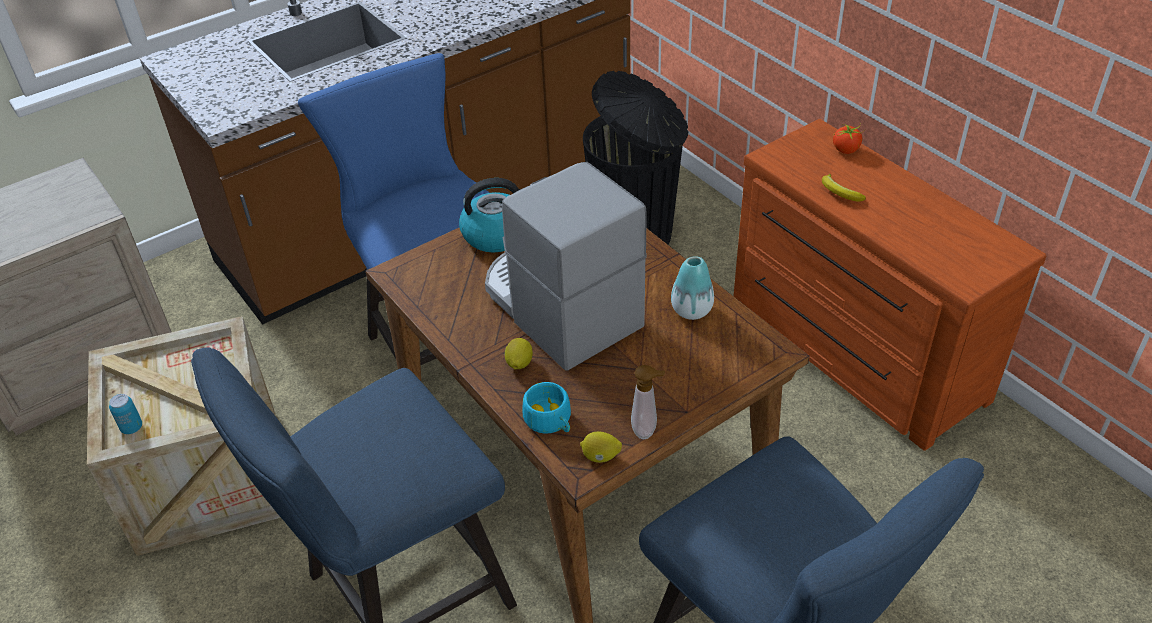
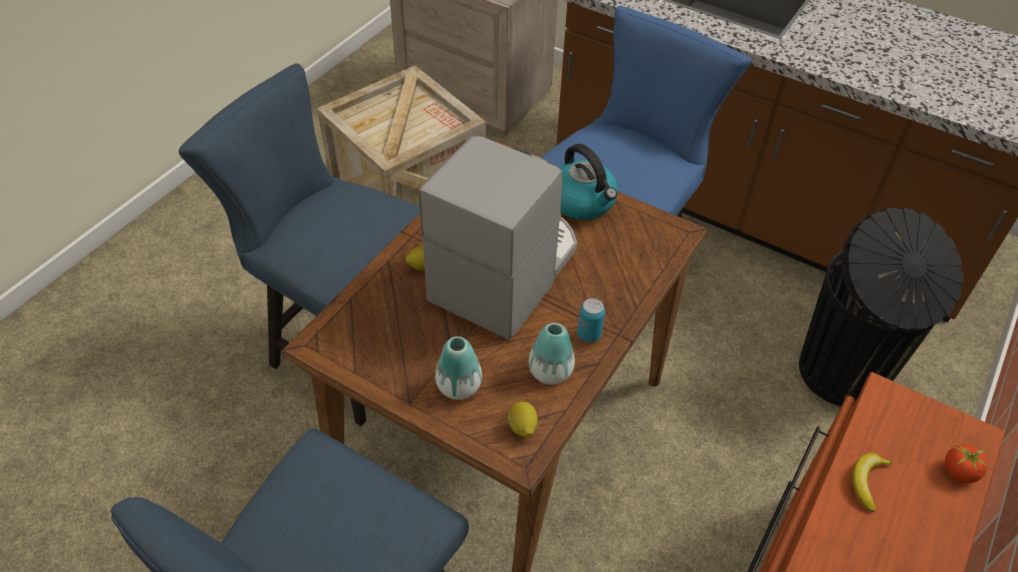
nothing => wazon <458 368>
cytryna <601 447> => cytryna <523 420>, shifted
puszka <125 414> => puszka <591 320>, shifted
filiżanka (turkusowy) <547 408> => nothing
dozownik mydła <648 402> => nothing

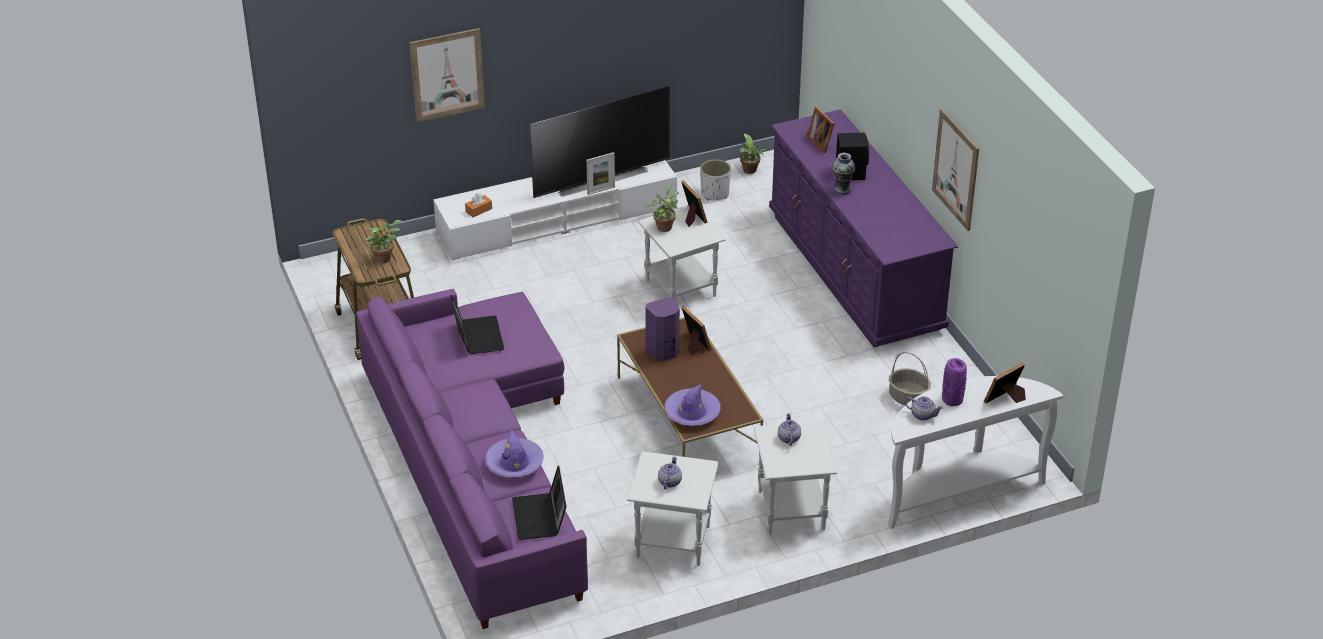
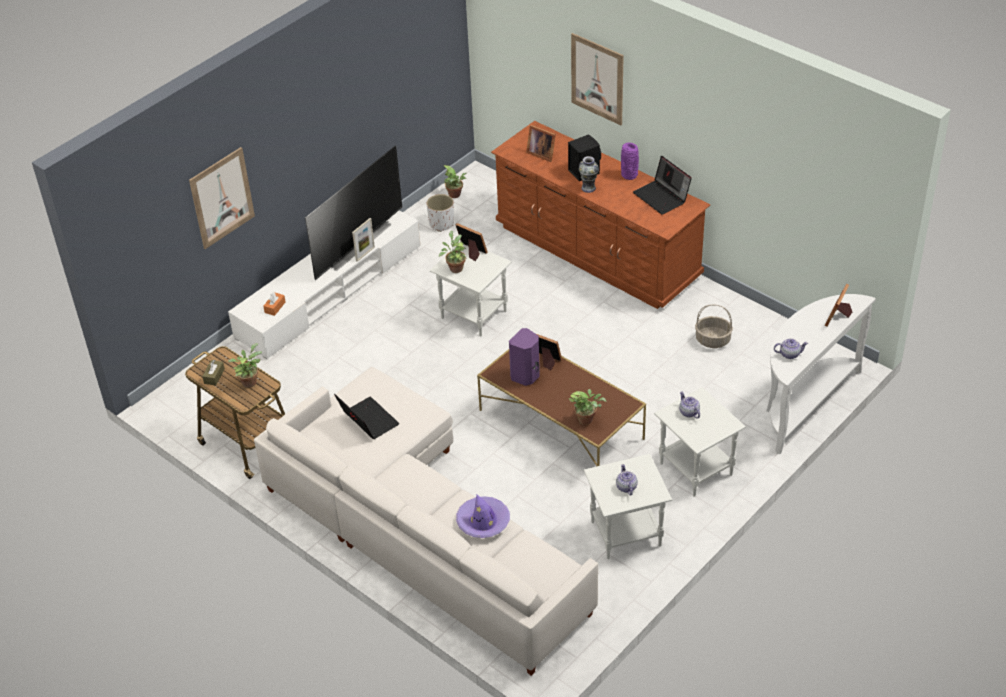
nothing => pudełko chusteczek (brązowy) <213 373>
kanapa (fioletowy) <472 459> => kanapa (biały) <426 521>
komoda (fioletowy) <863 228> => komoda (brązowy) <600 215>
kapelusz (fioletowy) <692 405> => roślina doniczkowa <588 407>
obraz <955 170> => obraz <597 79>, shifted
wazon (fioletowy) <954 382> => wazon (fioletowy) <630 161>, shifted
laptop <539 503> => laptop <662 185>, shifted

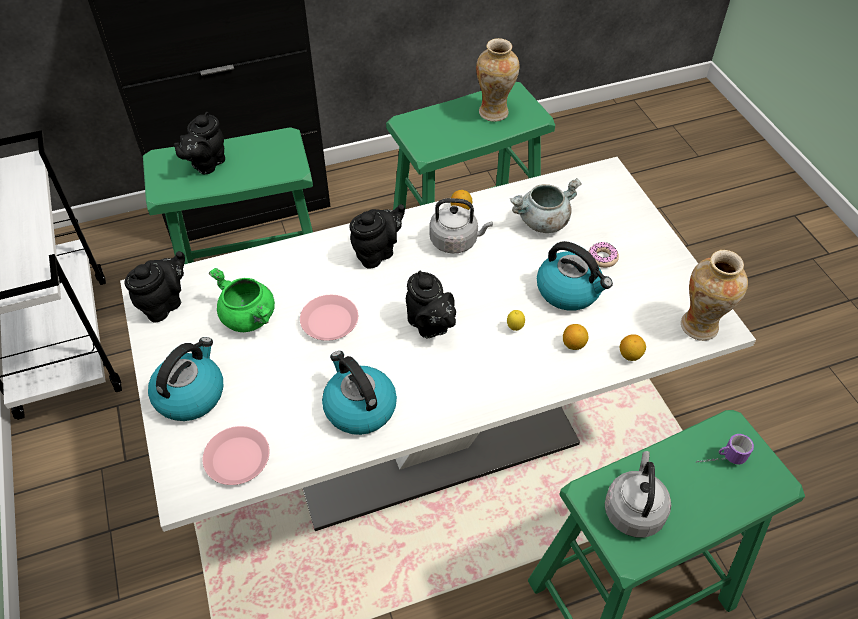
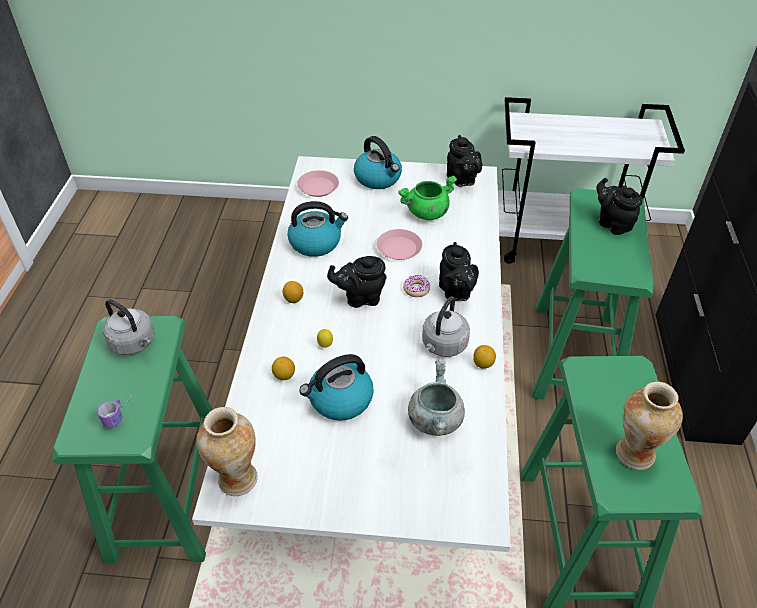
cytryna <633 347> => cytryna <293 292>, shifted
donut <603 255> => donut <416 286>, shifted

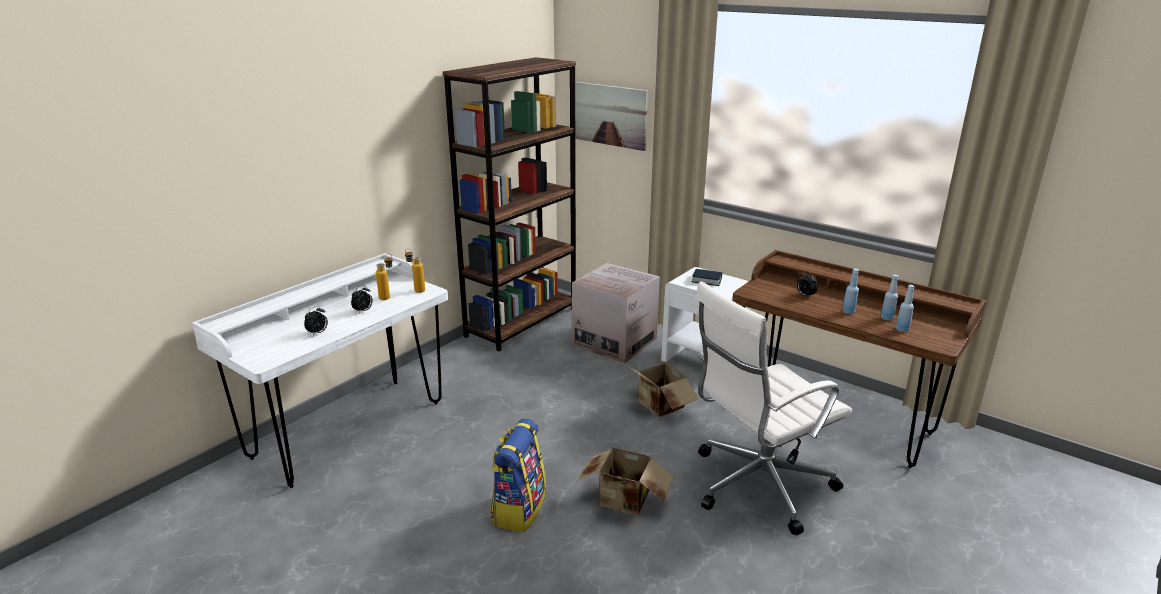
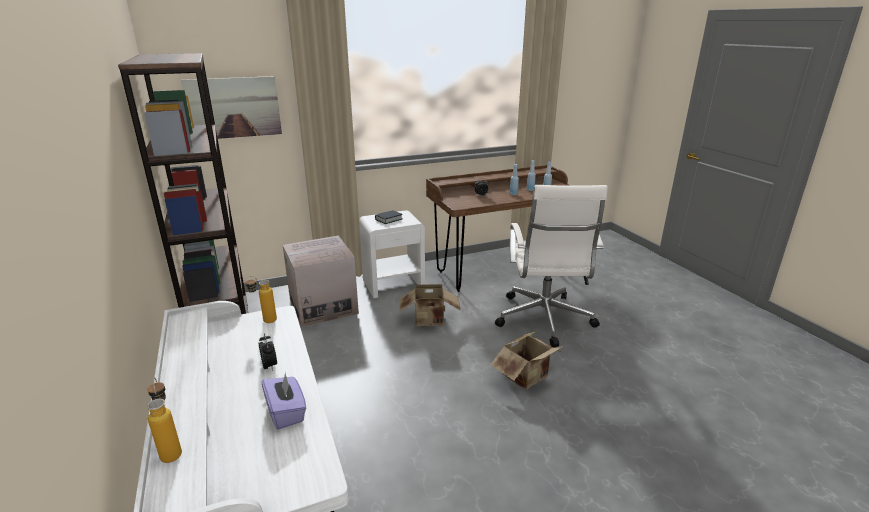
butelka <384 277> => butelka <164 420>, shifted
budzik <316 320> => pudełko chusteczek (fioletowy) <284 401>
plecak <518 475> => nothing

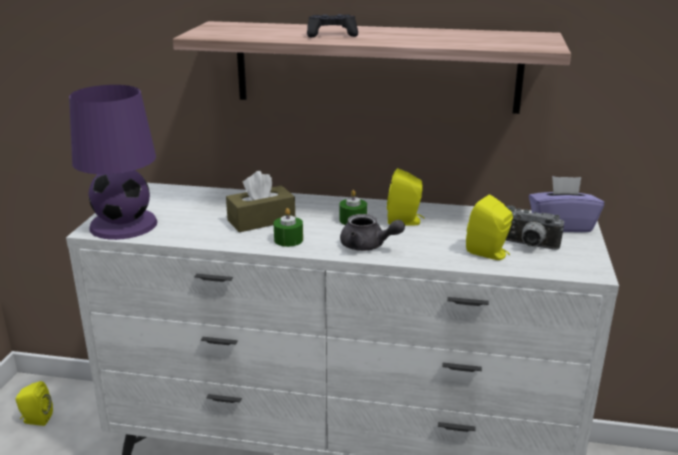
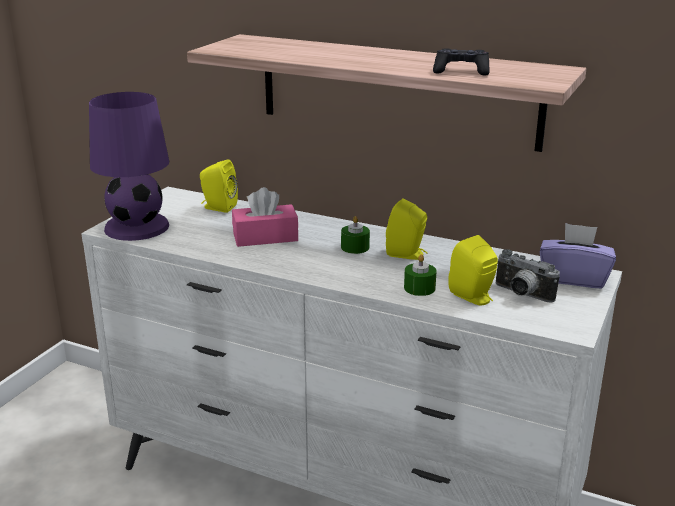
głośnik (żółty) <34 403> => głośnik (żółty) <219 186>, shifted
pudełko chusteczek (brązowy) <260 201> => pudełko chusteczek (różowy) <265 217>
świeca (zielony) <288 227> => świeca (zielony) <420 275>, shifted
pad do gier (czarny) <332 25> => pad do gier (czarny) <461 62>, shifted
imbryk (szary) <372 232> => nothing

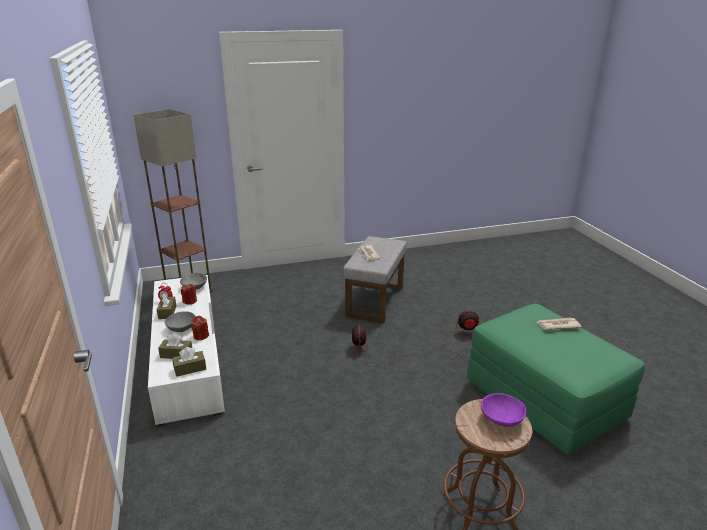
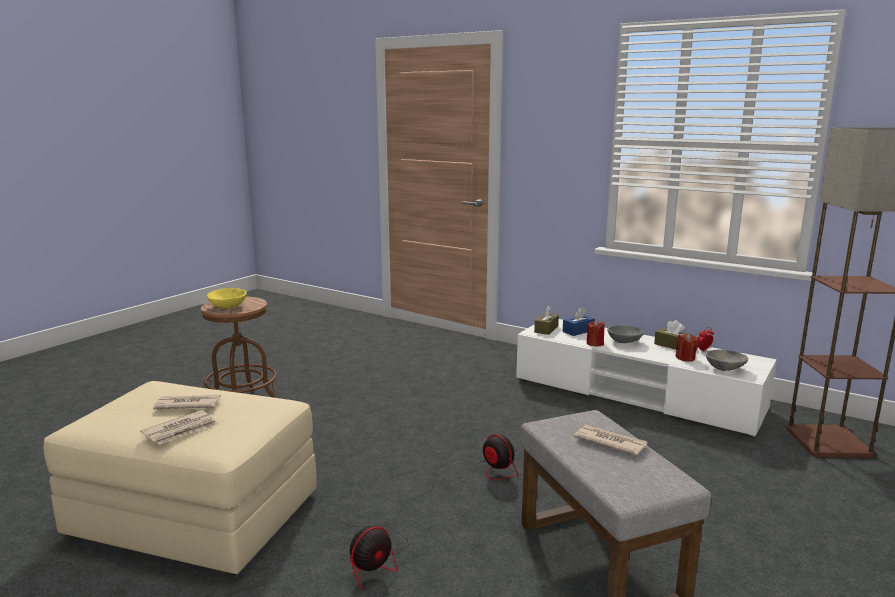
pufa (zielony) <556 379> => pufa (beżowy) <180 478>
nothing => gazeta <187 402>
miska (fioletowy) <503 410> => miska (żółty) <227 298>
pudełko chusteczek (brązowy) <175 346> => pudełko chusteczek (niebieski) <579 321>

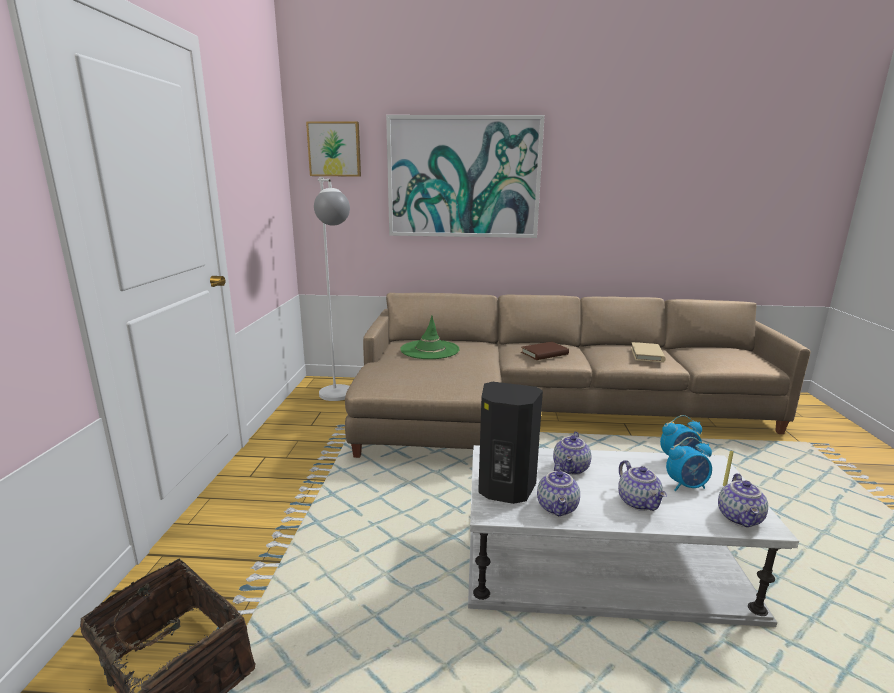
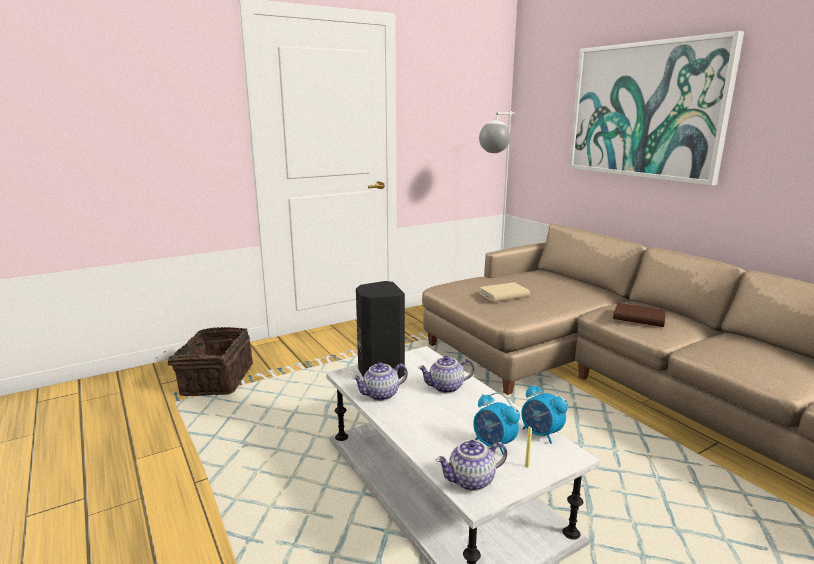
książka (beżowy) <648 352> => książka (beżowy) <504 292>, shifted
obraz <333 149> => nothing
kapelusz (zielony) <429 337> => nothing
imbryk <642 485> => nothing

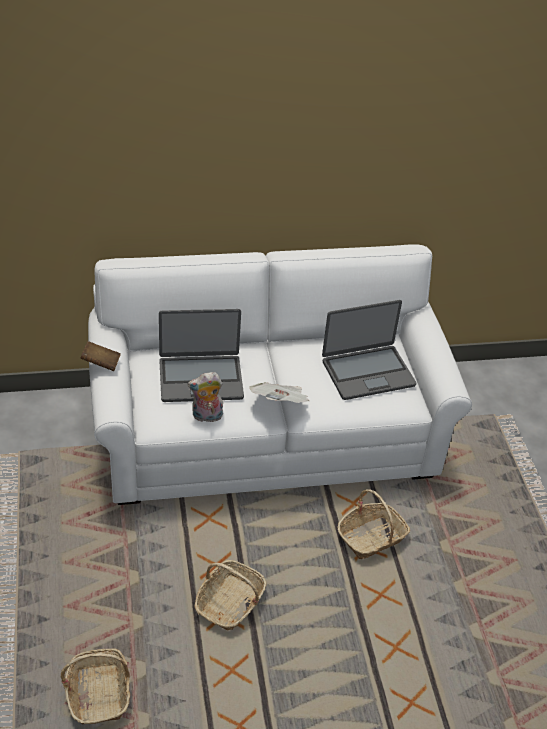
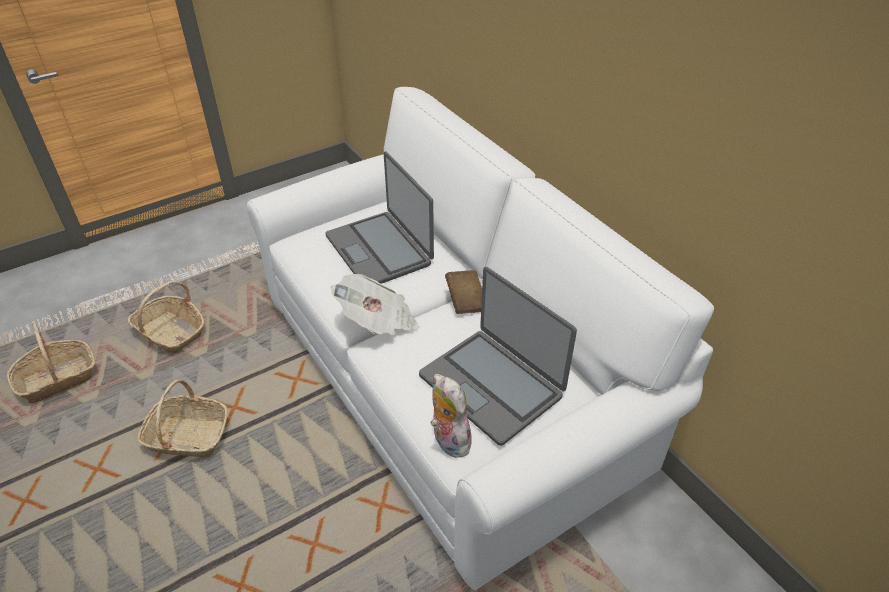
koszyk <373 524> => koszyk <165 317>, shifted
pluszak <205 397> => pluszak <451 416>, shifted
książka (brązowy) <100 356> => książka (brązowy) <463 292>, shifted

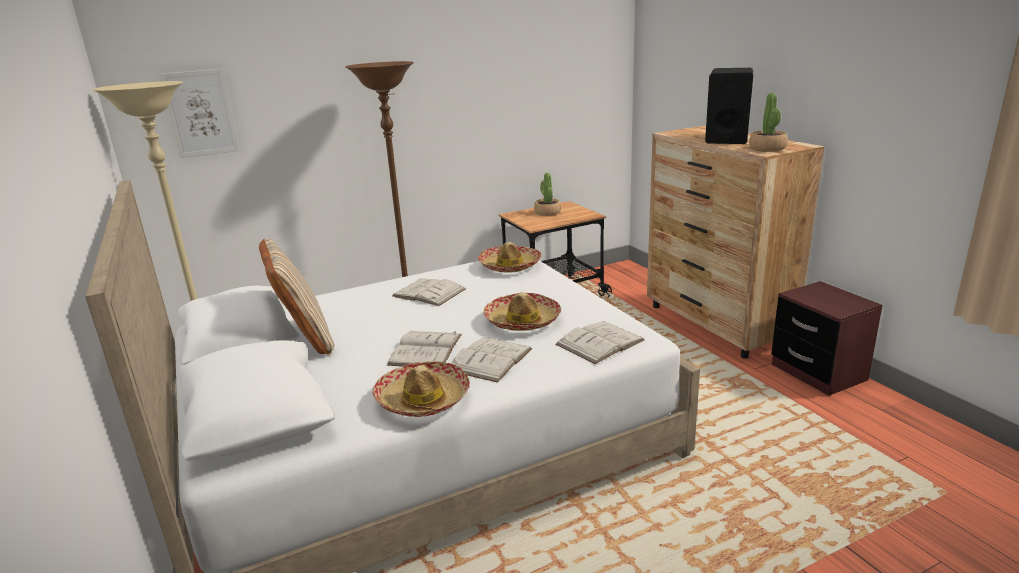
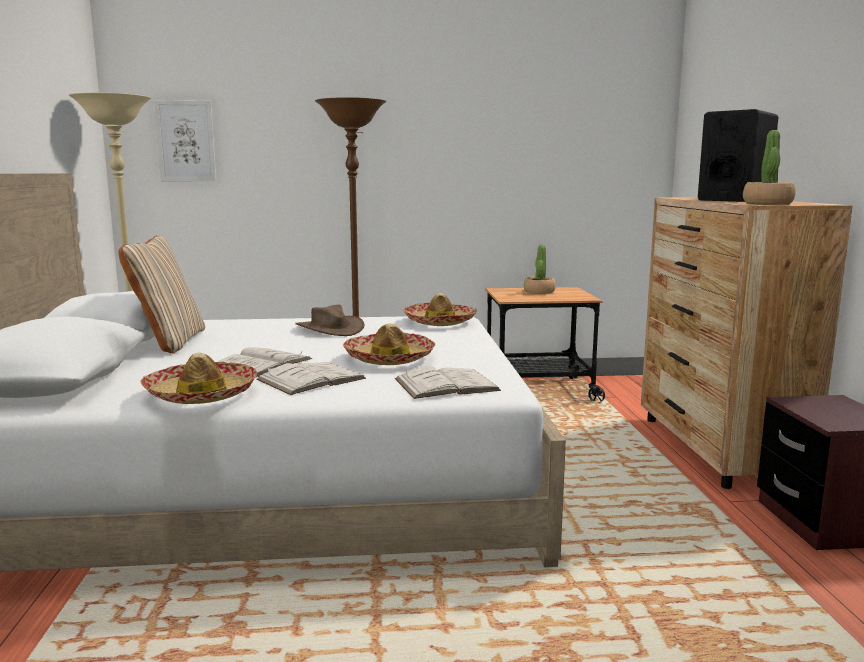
książka (biały) <429 292> => kapelusz (brązowy) <329 320>

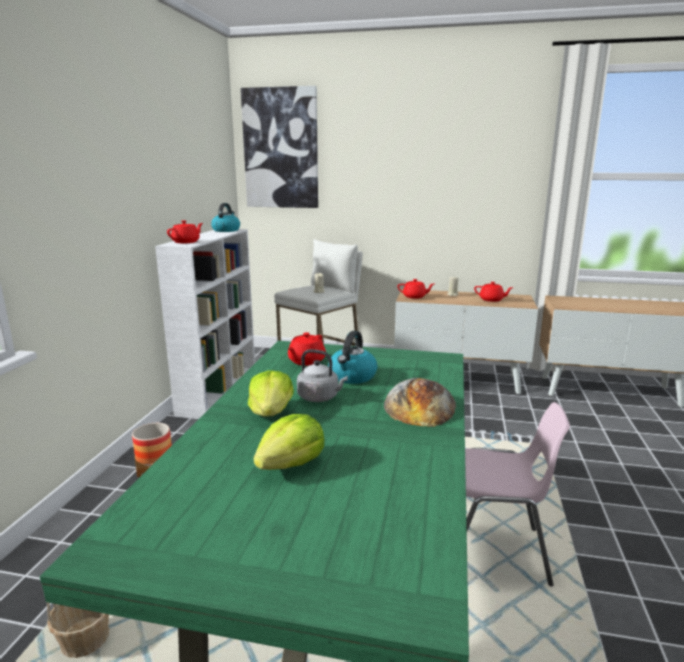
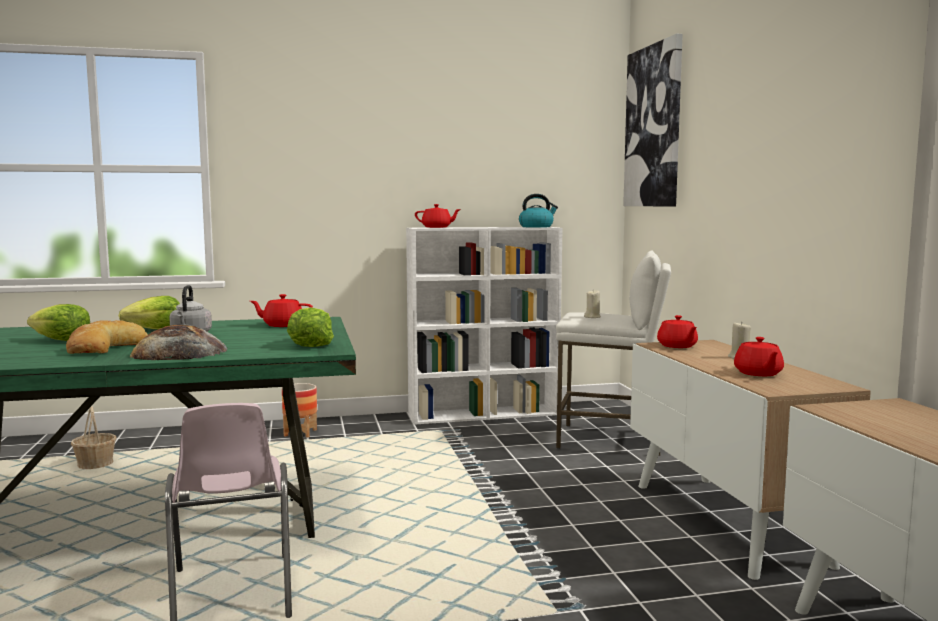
nothing => chleb <107 337>
nothing => sałata <310 327>
czajnik <352 357> => nothing

